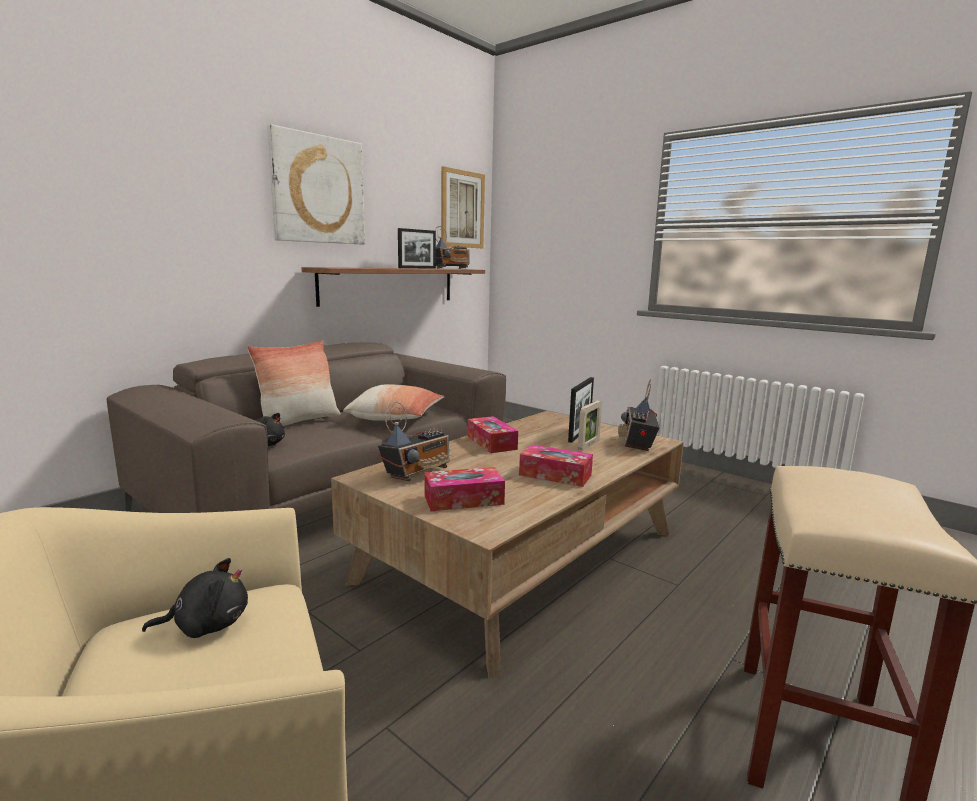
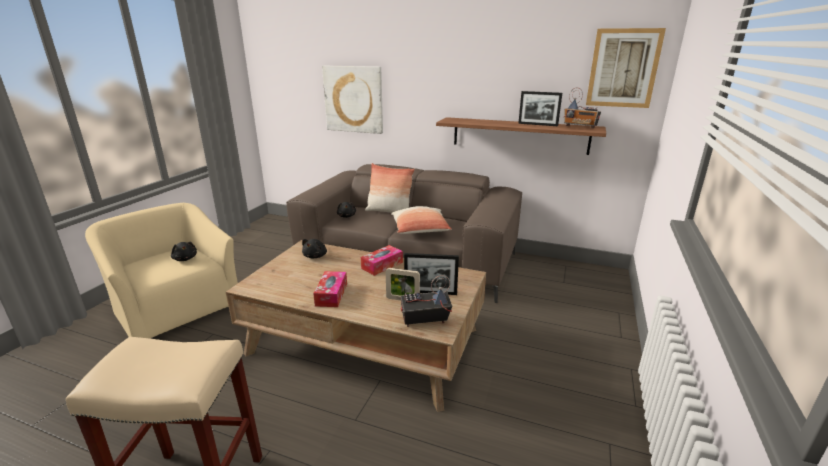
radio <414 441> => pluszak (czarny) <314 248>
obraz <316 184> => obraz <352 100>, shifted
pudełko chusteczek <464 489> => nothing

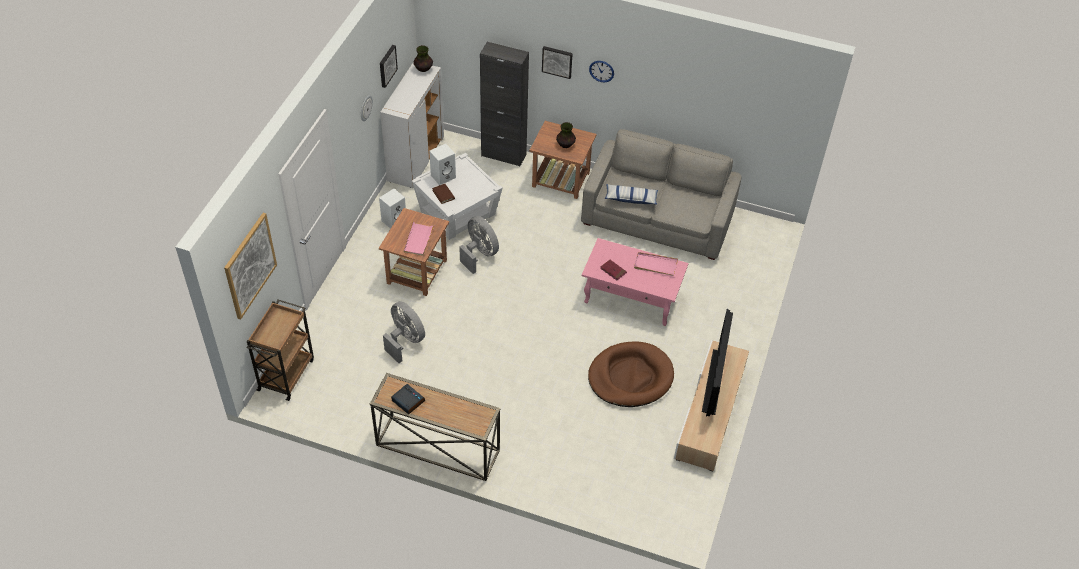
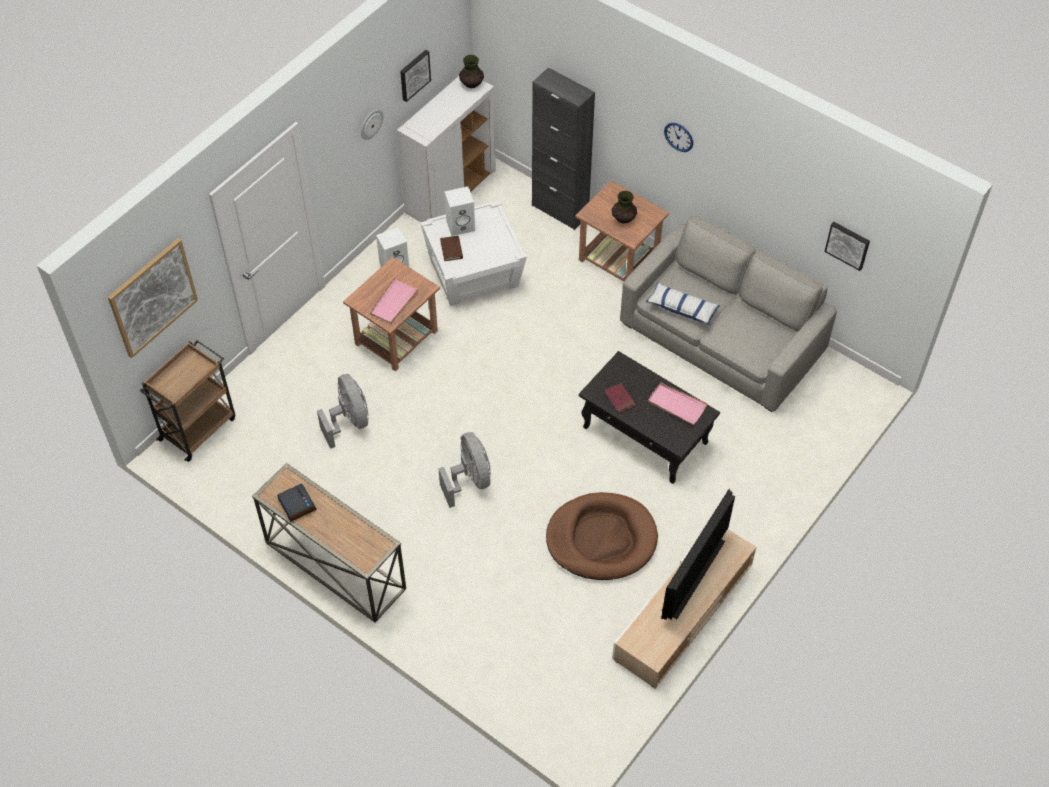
wentylator (szary) <479 245> => wentylator (szary) <464 470>, shifted
ława (różowy) <635 282> => ława (czarny) <649 417>
obraz <557 62> => obraz <847 246>, shifted

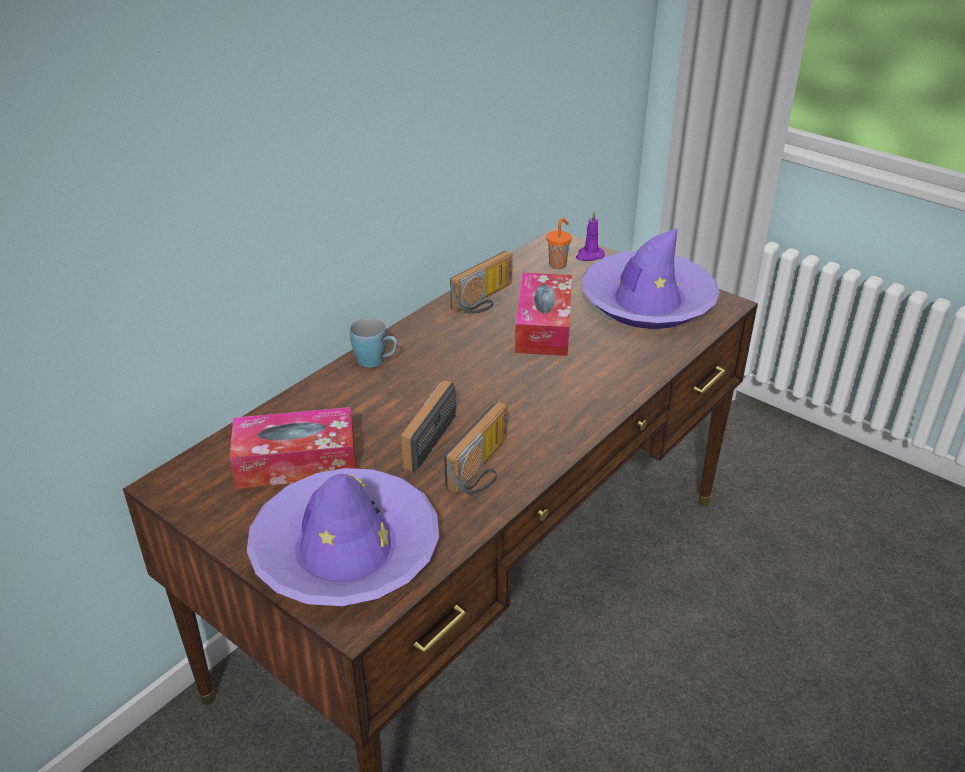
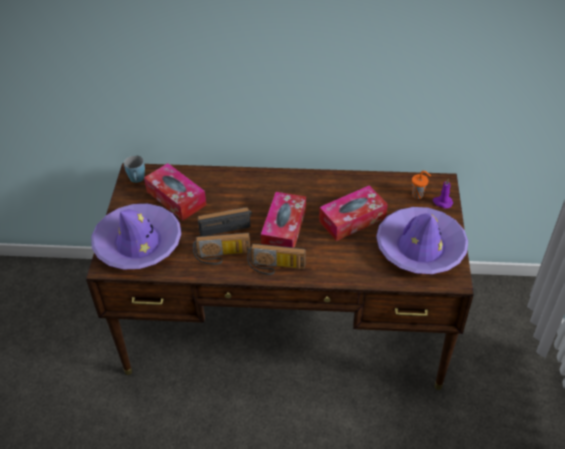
kubek (niebieski) <374 343> => kubek (niebieski) <134 169>, shifted
radio <481 282> => radio <276 259>, shifted
nothing => pudełko chusteczek <283 220>

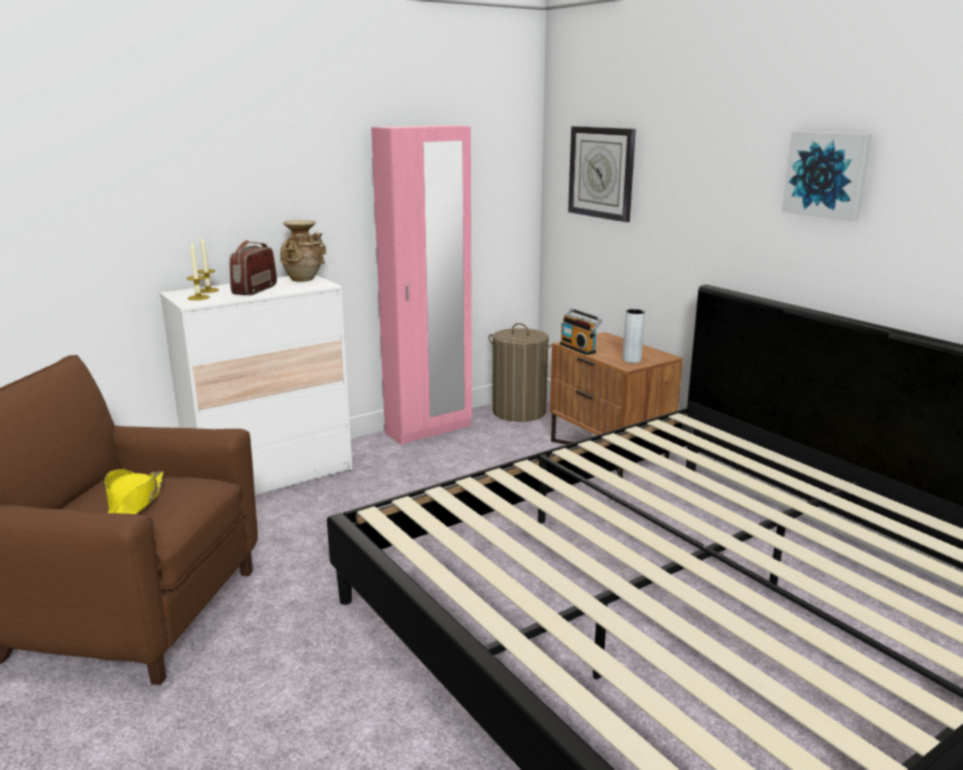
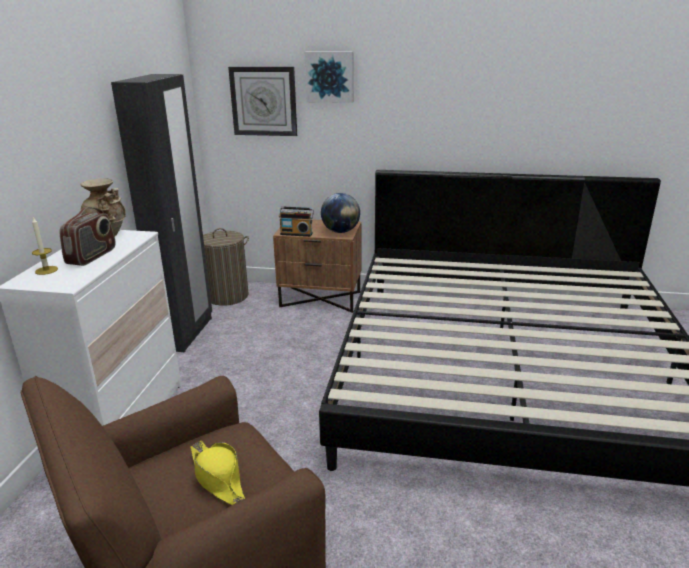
radio <253 267> => radio <88 236>, 135 degrees counterclockwise
szafa (różowy) <421 285> => szafa (czarny) <161 213>
obraz <827 176> => obraz <329 77>, shifted
wazon (szary) <634 336> => globus <340 213>
świeca <198 271> => nothing

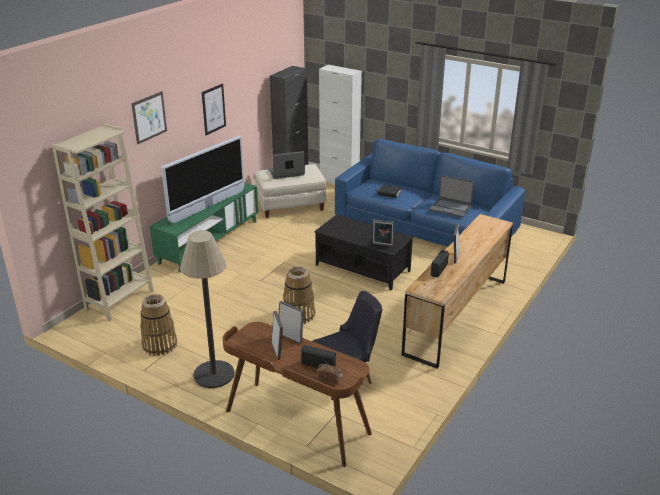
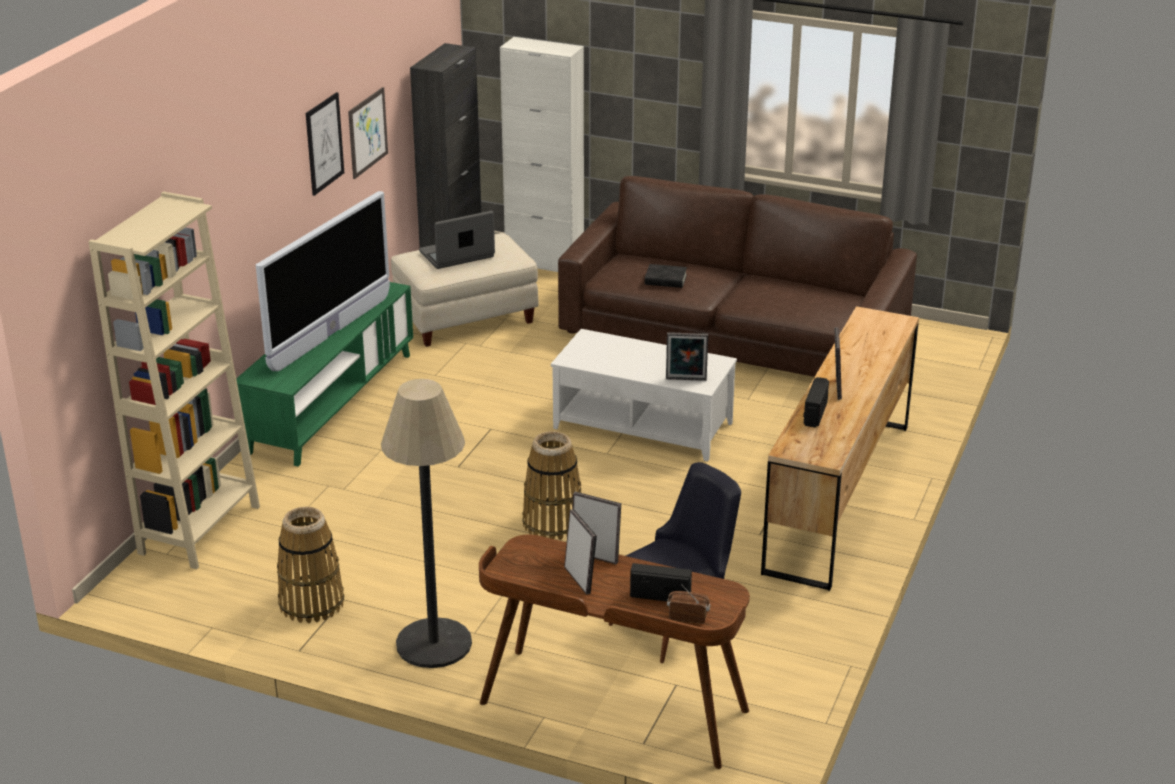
obraz <149 117> => obraz <368 133>, shifted
ława (czarny) <364 252> => ława (biały) <644 395>
kanapa (niebieski) <430 193> => kanapa (brązowy) <737 276>
laptop <452 196> => nothing

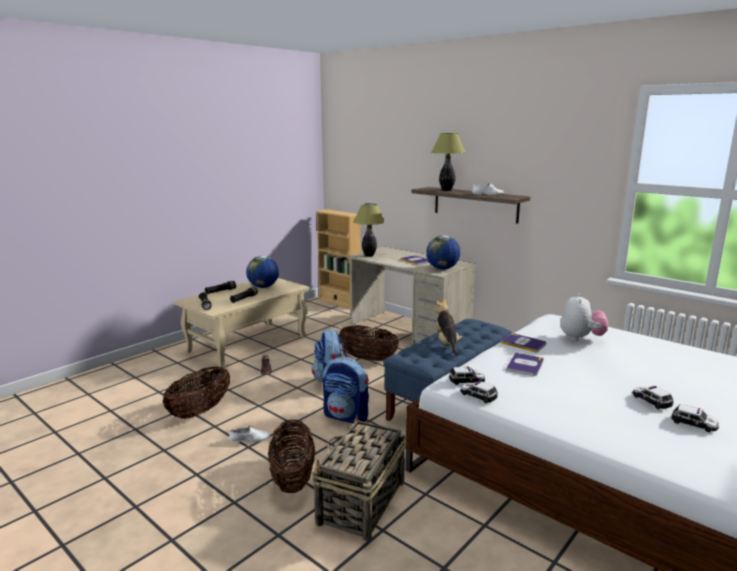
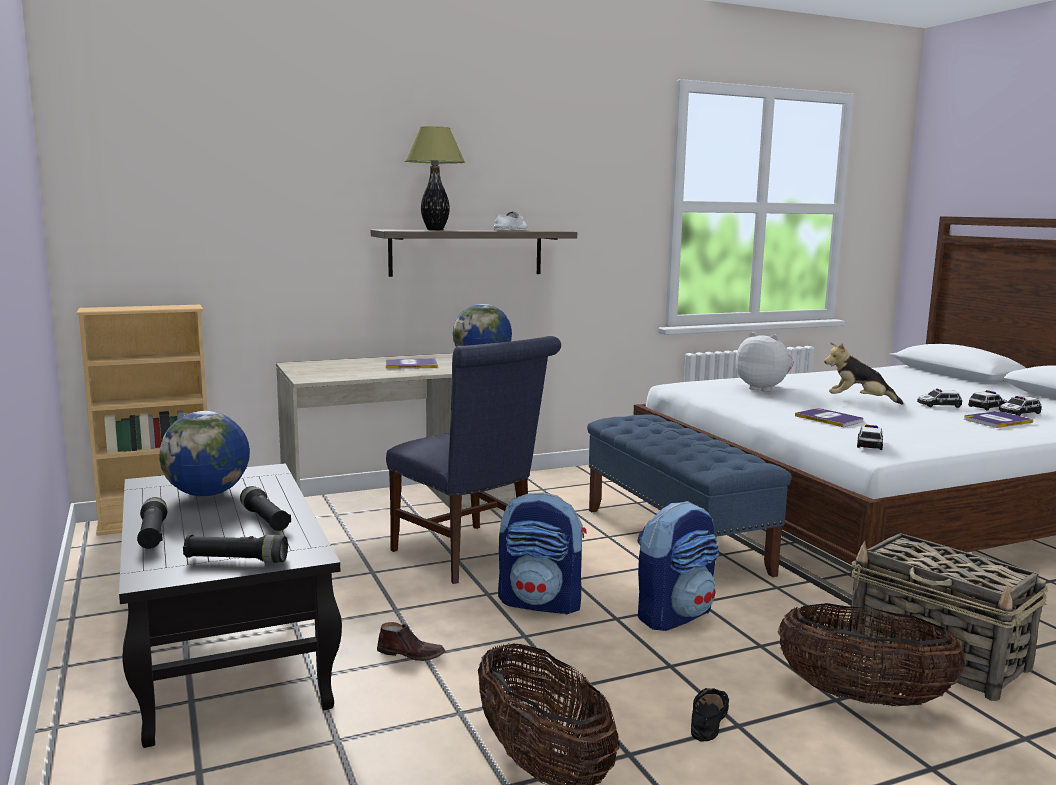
ława (beżowy) <242 323> => ława (czarny) <230 606>
koszyk <369 343> => krzesło (niebieski) <473 460>
but (biały) <249 434> => but (czarny) <710 715>
pluszak <448 327> => pluszak <864 373>, shifted
książka <524 343> => książka <999 419>, shifted
samochodzik <479 392> => samochodzik <1020 406>, shifted
lampa stołowa <369 230> => nothing

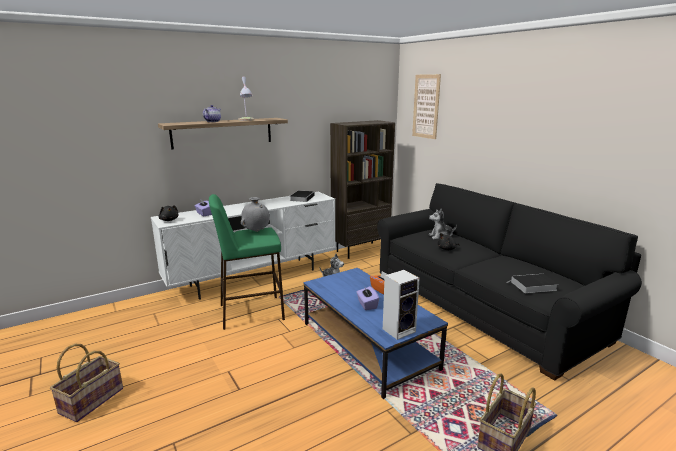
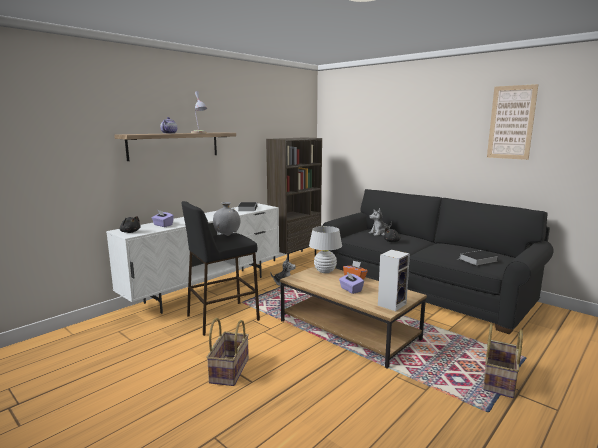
stołek (zielony) <247 262> => stołek (czarny) <220 268>
koszyk <86 383> => koszyk <227 352>, shifted
ława (niebieski) <375 333> => ława (brązowy) <353 317>
nothing => lampa stołowa (biały) <325 249>
obraz <426 106> => obraz <513 122>, shifted

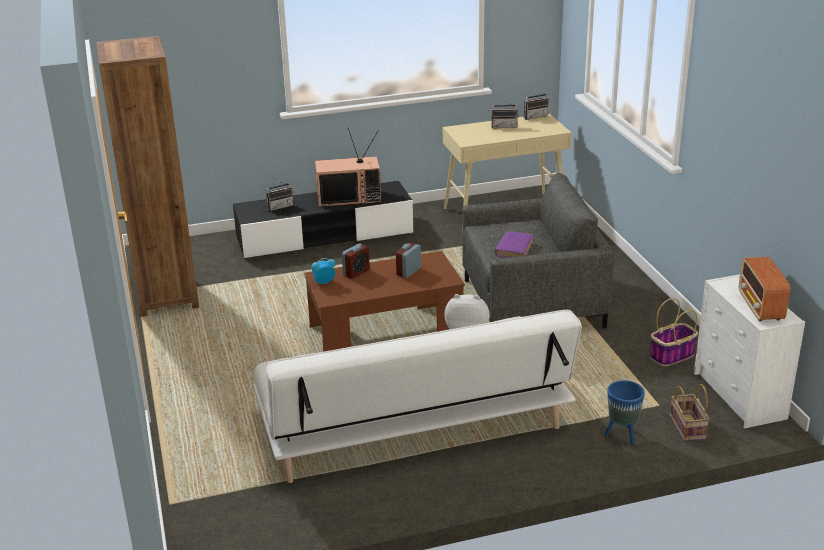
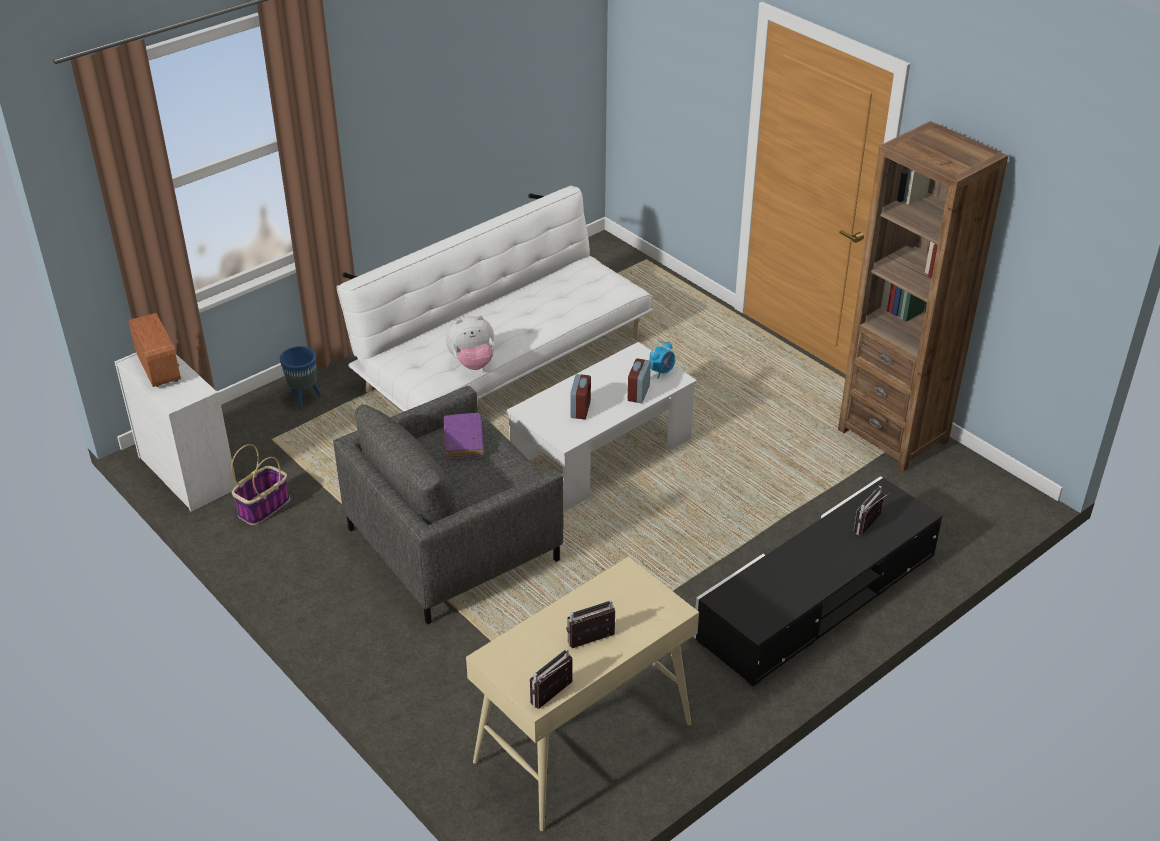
ława (brązowy) <384 301> => ława (biały) <602 426>
telewizor <348 167> => nothing
koszyk <689 413> => nothing

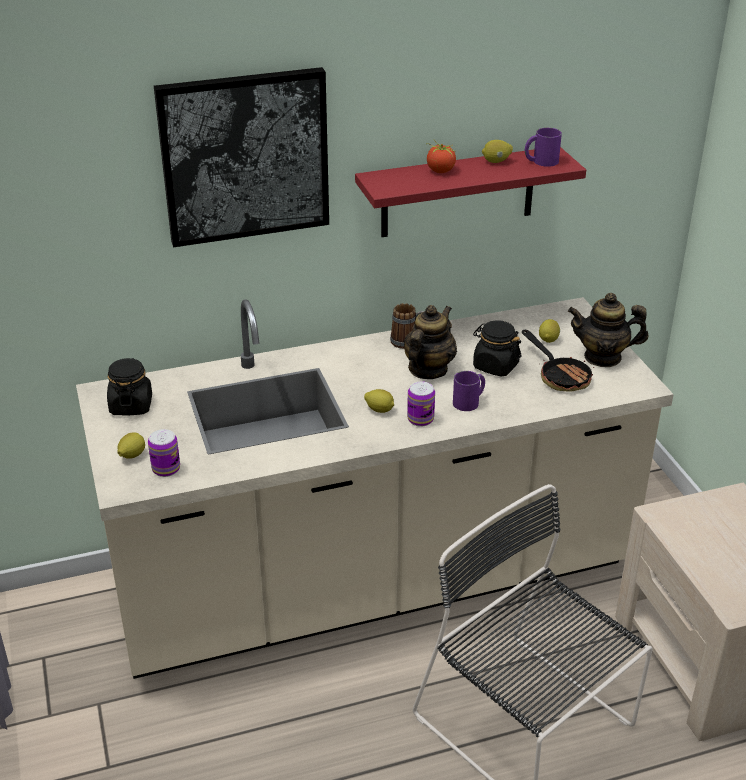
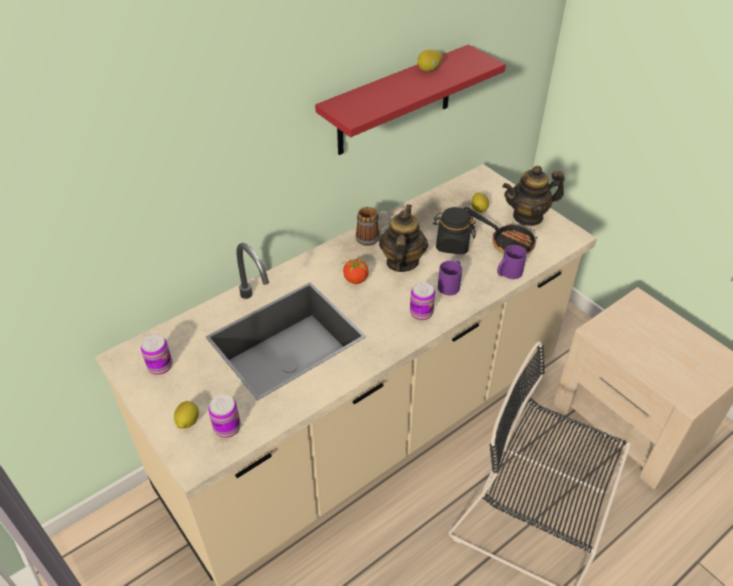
słoik (czarny) <129 386> => puszka <156 354>
pomidor <441 156> => pomidor <355 270>, shifted
kubek (fioletowy) <543 147> => kubek (fioletowy) <512 262>, shifted
obraz <241 157> => nothing
cytryna <379 401> => nothing

